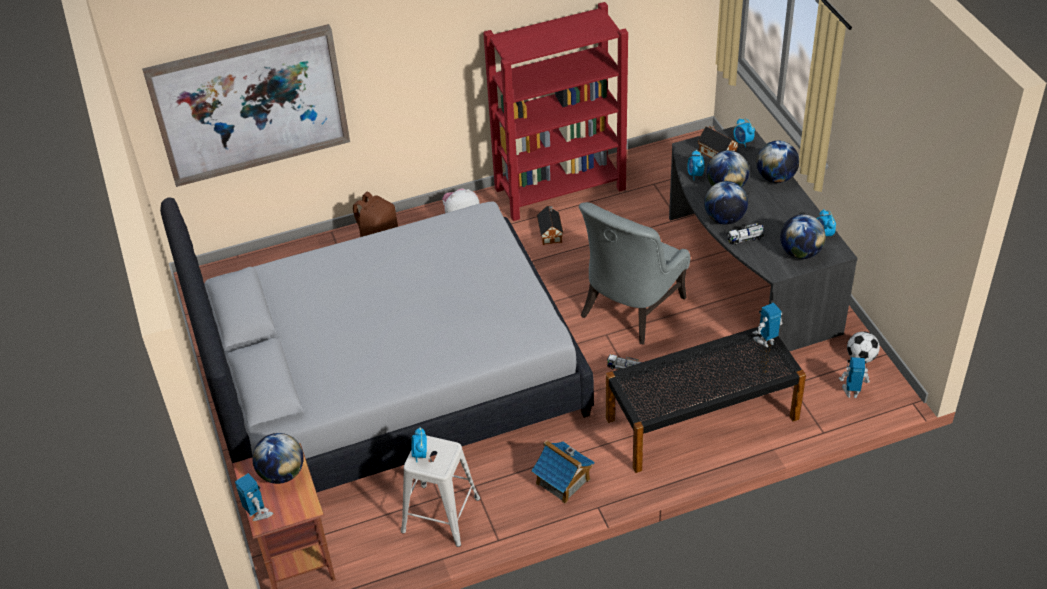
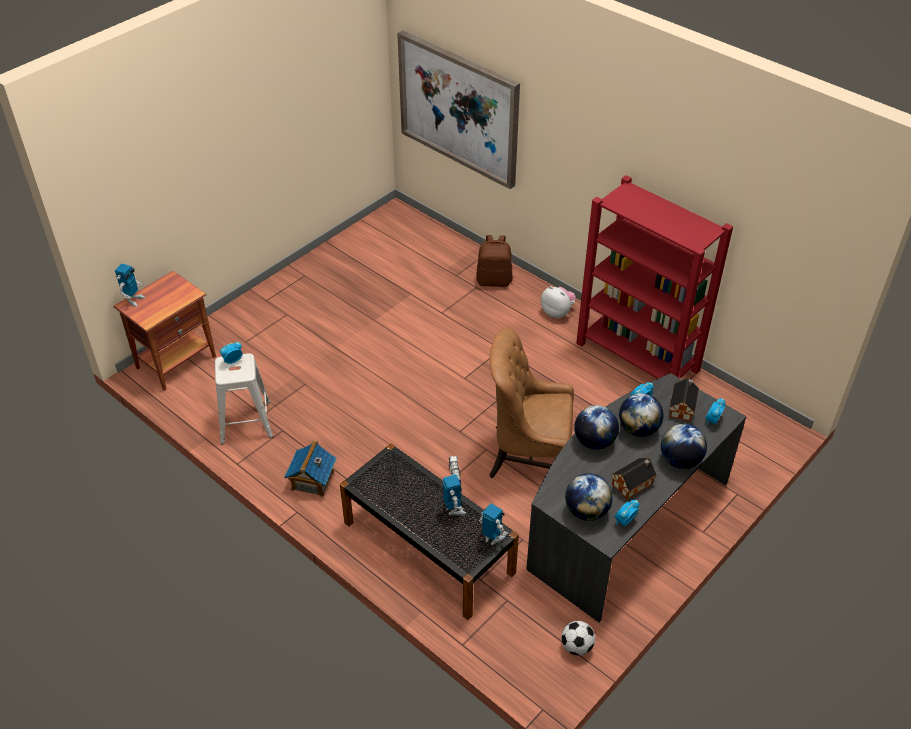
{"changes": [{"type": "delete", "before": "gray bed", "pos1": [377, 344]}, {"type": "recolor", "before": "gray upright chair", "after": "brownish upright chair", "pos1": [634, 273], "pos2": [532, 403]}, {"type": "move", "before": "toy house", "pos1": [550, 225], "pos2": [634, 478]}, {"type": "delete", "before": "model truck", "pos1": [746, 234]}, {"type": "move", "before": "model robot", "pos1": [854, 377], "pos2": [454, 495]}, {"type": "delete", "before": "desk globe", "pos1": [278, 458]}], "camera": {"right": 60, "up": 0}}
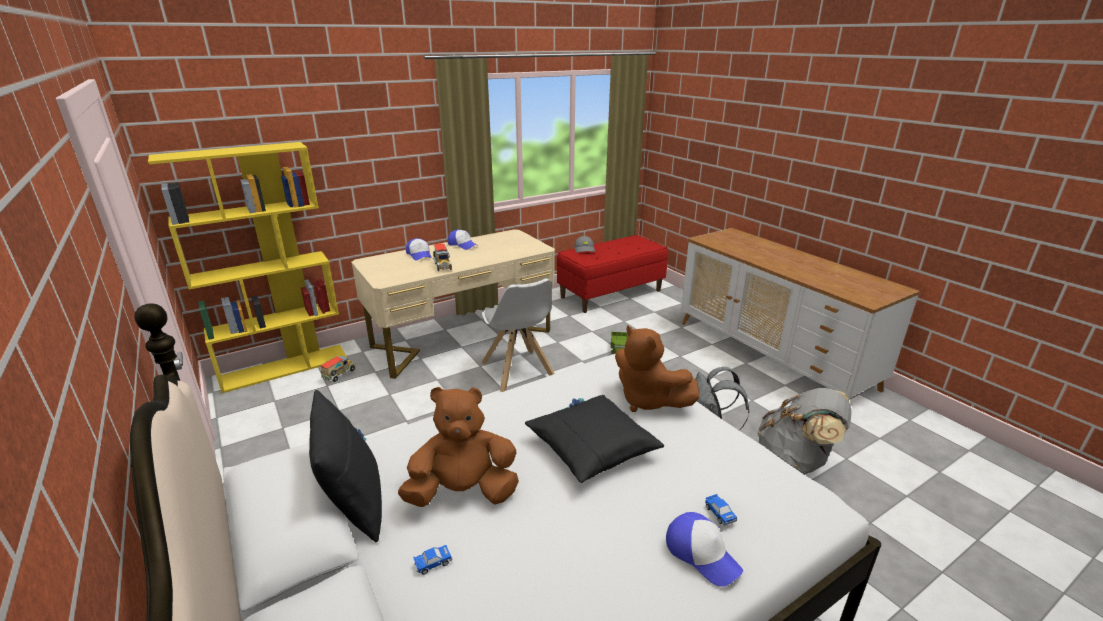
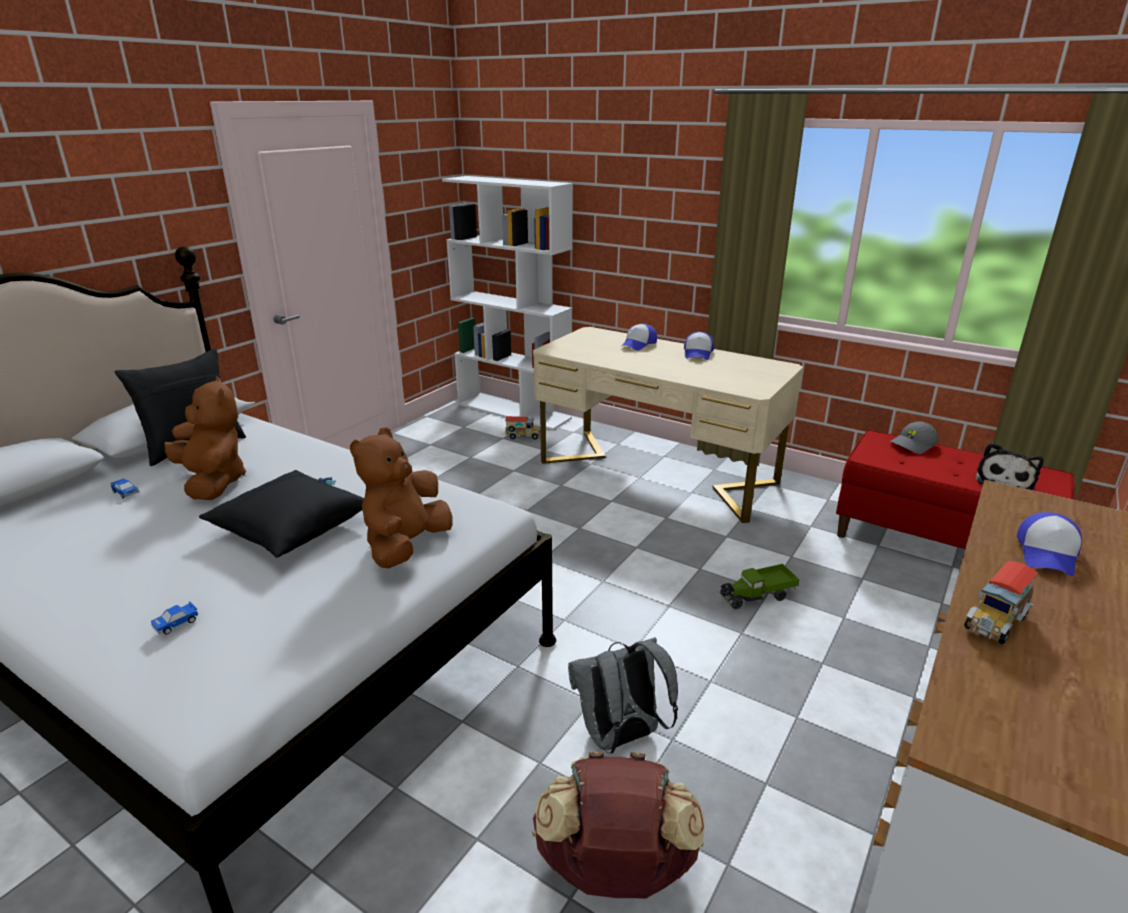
{"changes": [{"type": "recolor", "before": "yellow shelving unit", "after": "white shelving unit", "pos1": [247, 267], "pos2": [507, 303]}, {"type": "move", "before": "model truck", "pos1": [442, 257], "pos2": [1001, 602]}, {"type": "delete", "before": "upright chair", "pos1": [518, 335]}, {"type": "recolor", "before": "gray backpack", "after": "brownish backpack", "pos1": [804, 431], "pos2": [618, 825]}, {"type": "move", "before": "peaked cap", "pos1": [704, 549], "pos2": [1049, 544]}, {"type": "insert", "after": "cuddly toy", "pos2": [1010, 467]}], "camera": {"right": 65, "up": 0}}
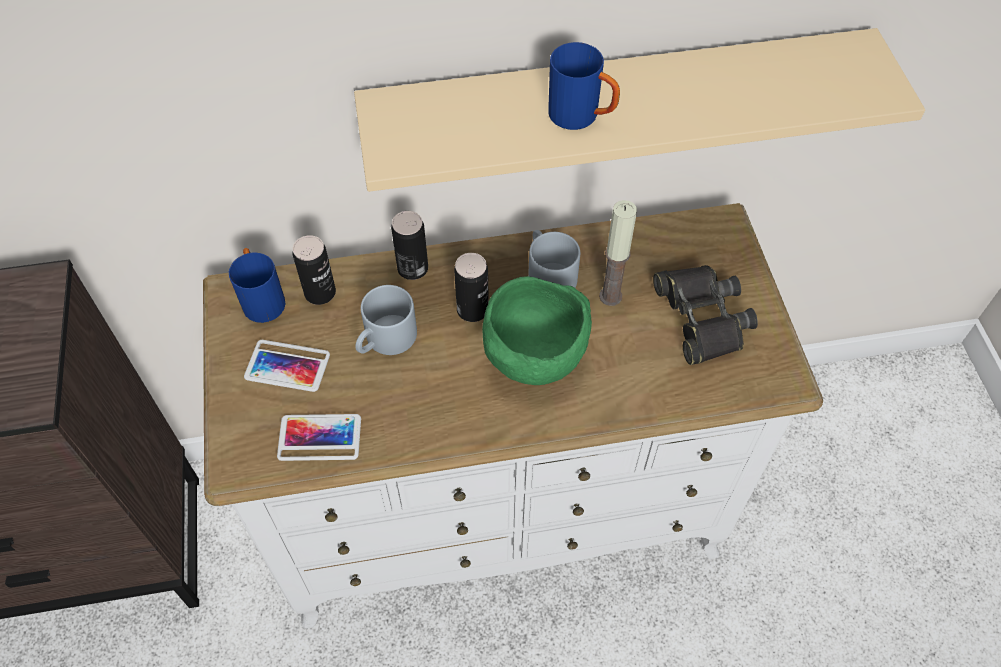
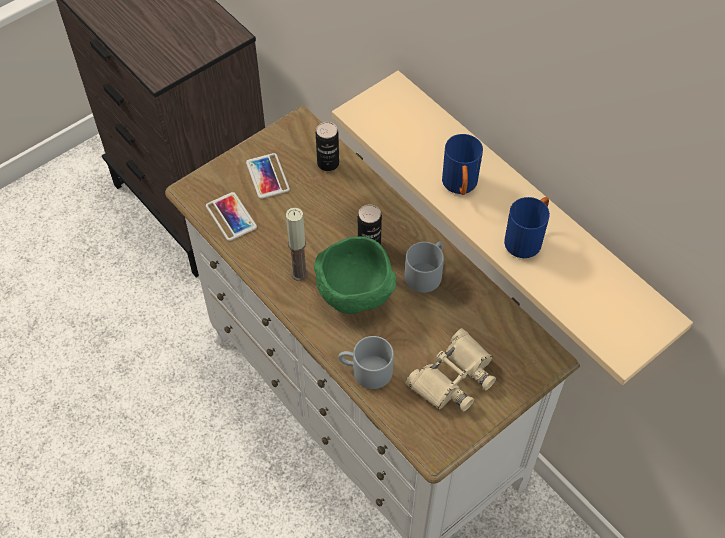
{"changes": [{"type": "move", "before": "candle", "pos1": [618, 253], "pos2": [297, 244]}, {"type": "delete", "before": "metal can", "pos1": [409, 245]}, {"type": "move", "before": "blue tea mug", "pos1": [257, 285], "pos2": [527, 227]}, {"type": "recolor", "before": "blackish binoculars", "after": "sand-coloured binoculars", "pos1": [705, 315], "pos2": [450, 370]}, {"type": "move", "before": "gray tea mug", "pos1": [386, 320], "pos2": [366, 362]}], "camera": {"right": 60, "up": 0}}
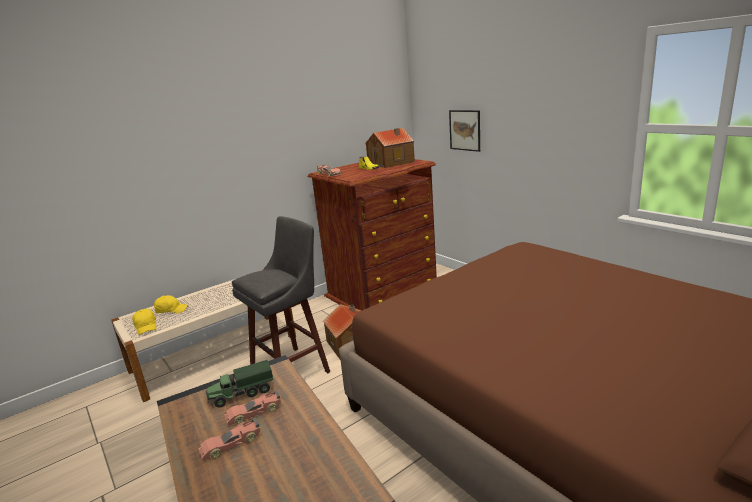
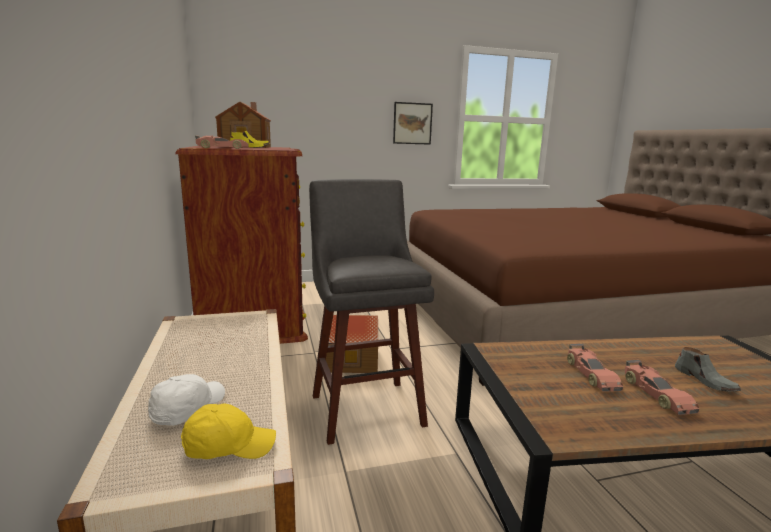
{"changes": [{"type": "move", "before": "wall picture", "pos1": [464, 131], "pos2": [413, 123]}, {"type": "recolor", "before": "yellow peaked cap", "after": "white peaked cap", "pos1": [171, 304], "pos2": [186, 400]}, {"type": "delete", "before": "model truck", "pos1": [239, 383]}, {"type": "insert", "after": "gray item of footwear", "pos2": [708, 369]}], "camera": {"right": -70, "up": -5}}
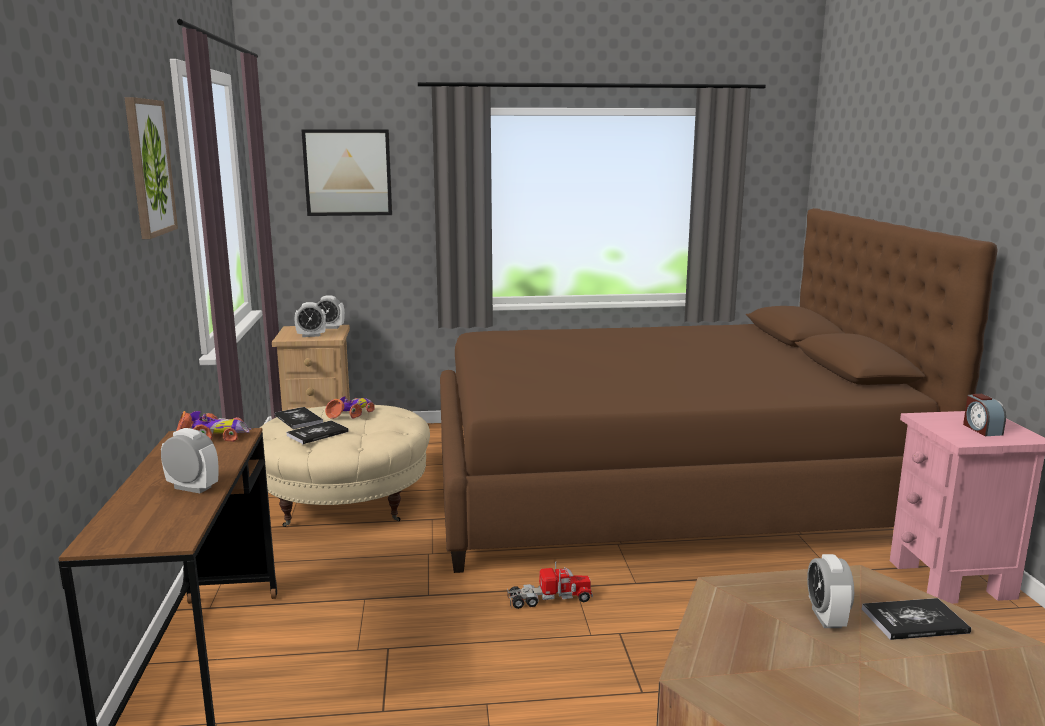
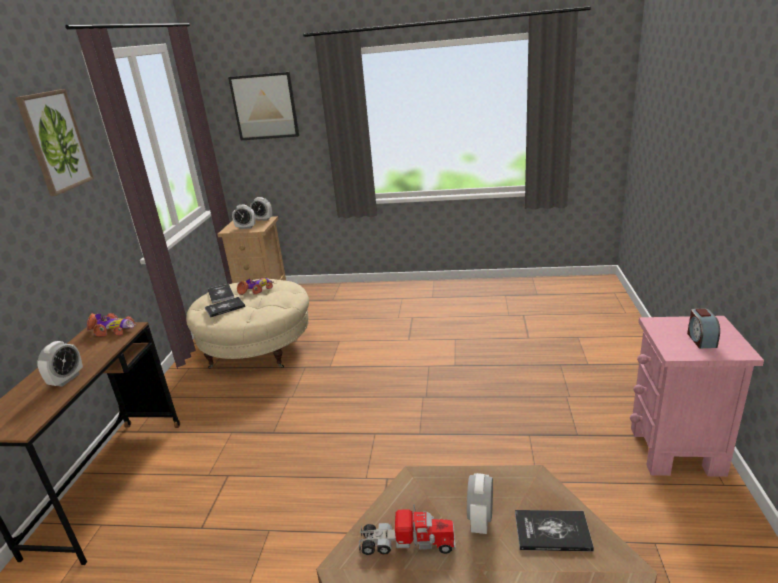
{"changes": [{"type": "delete", "before": "brownish bed", "pos1": [719, 390]}, {"type": "rotate", "before": "alarm clock", "pos1": [190, 460], "pos2": [60, 364], "turn": 75}, {"type": "move", "before": "model truck", "pos1": [550, 585], "pos2": [407, 529]}], "camera": {"right": 15, "up": 10}}
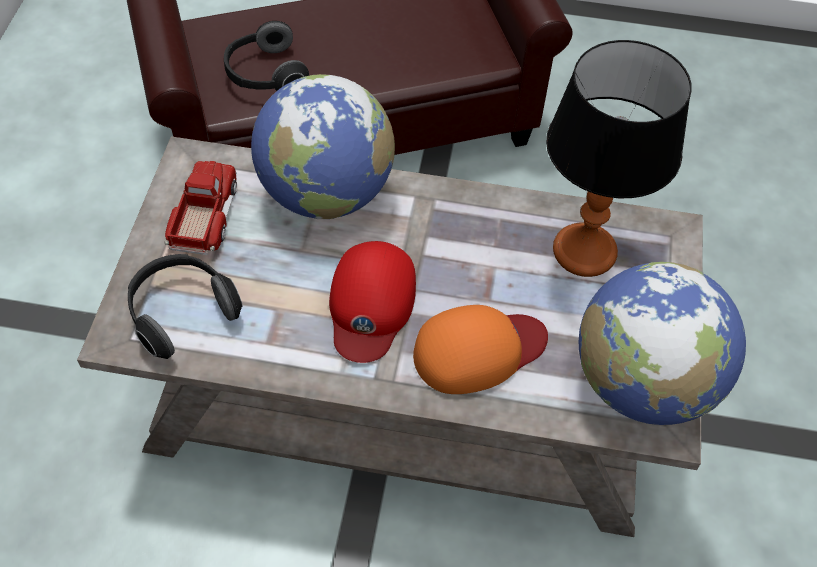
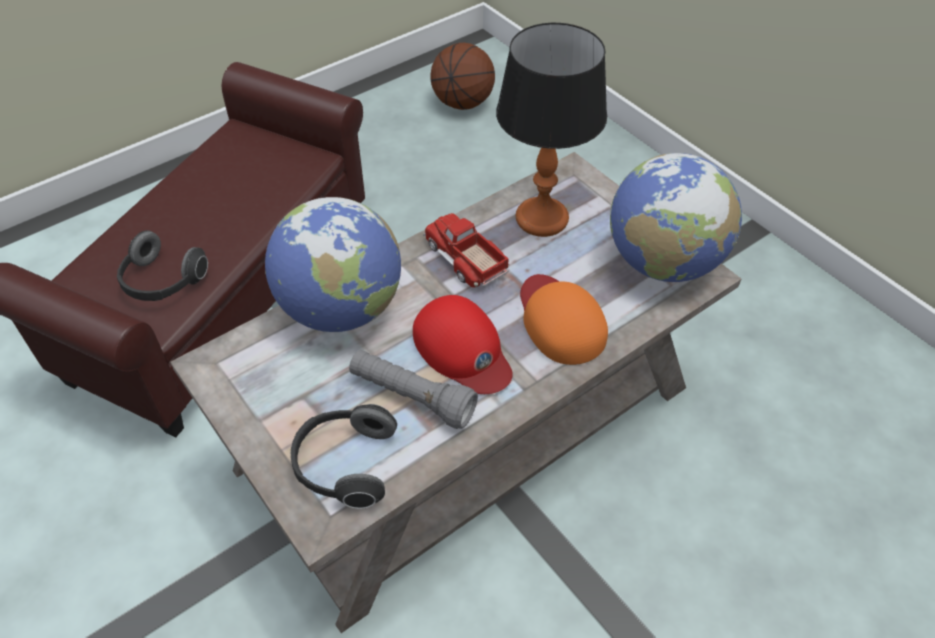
{"changes": [{"type": "move", "before": "model truck", "pos1": [201, 208], "pos2": [466, 250]}, {"type": "rotate", "before": "orange peaked cap", "pos1": [480, 349], "pos2": [564, 319], "turn": -45}, {"type": "insert", "after": "basketball ball", "pos2": [462, 76]}, {"type": "insert", "after": "gray flashlight", "pos2": [413, 389]}], "camera": {"right": -45, "up": -5}}
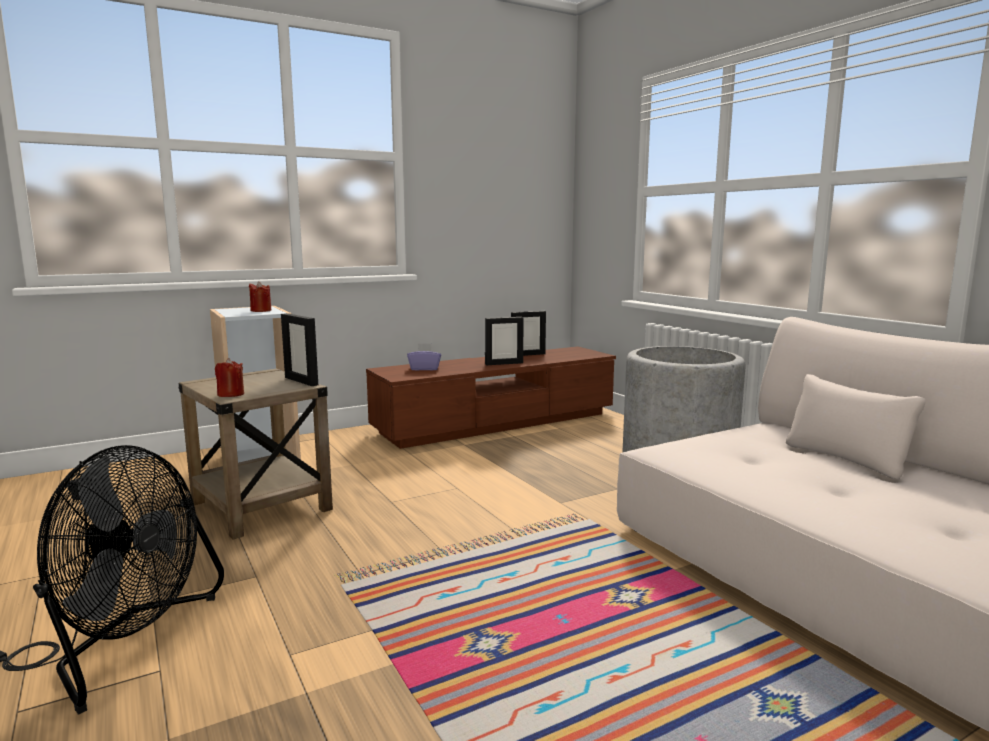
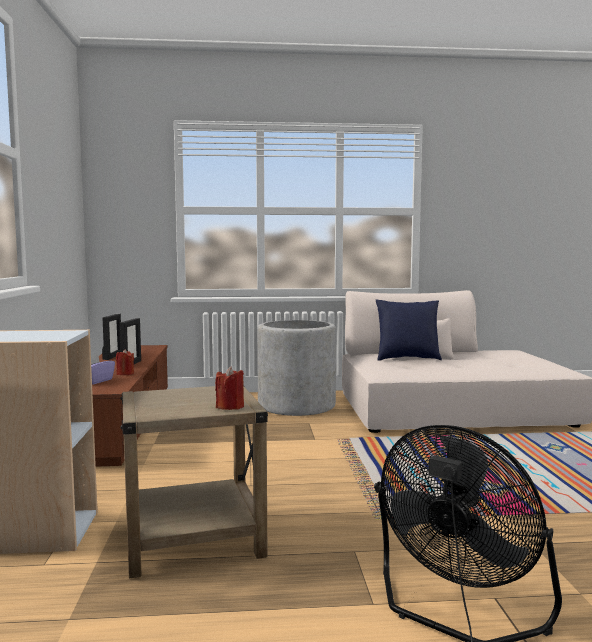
{"changes": [{"type": "move", "before": "red-coloured candle", "pos1": [260, 296], "pos2": [125, 362]}, {"type": "delete", "before": "picture frame", "pos1": [299, 349]}, {"type": "insert", "after": "blue cushion", "pos2": [409, 330]}], "camera": {"right": -65, "up": -5}}
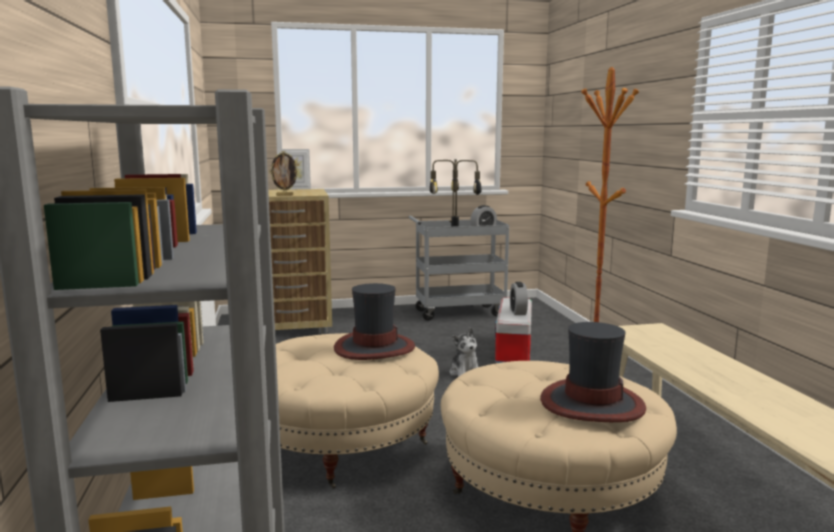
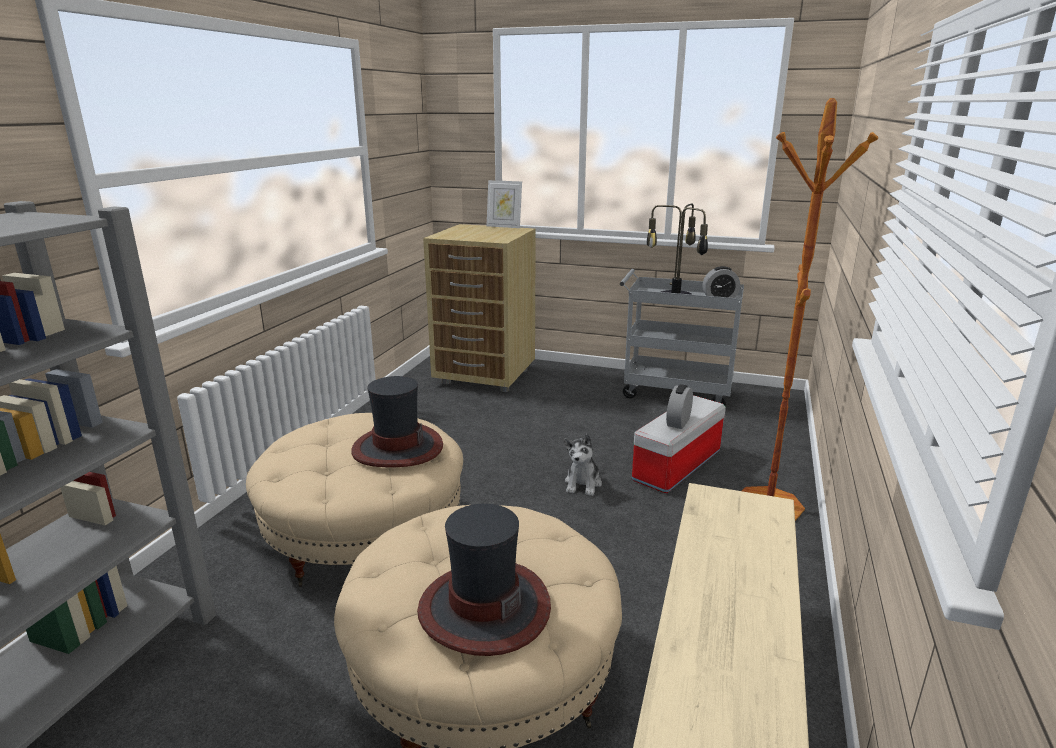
{"changes": [{"type": "delete", "before": "picture frame", "pos1": [284, 173]}], "camera": {"right": 30, "up": 10}}
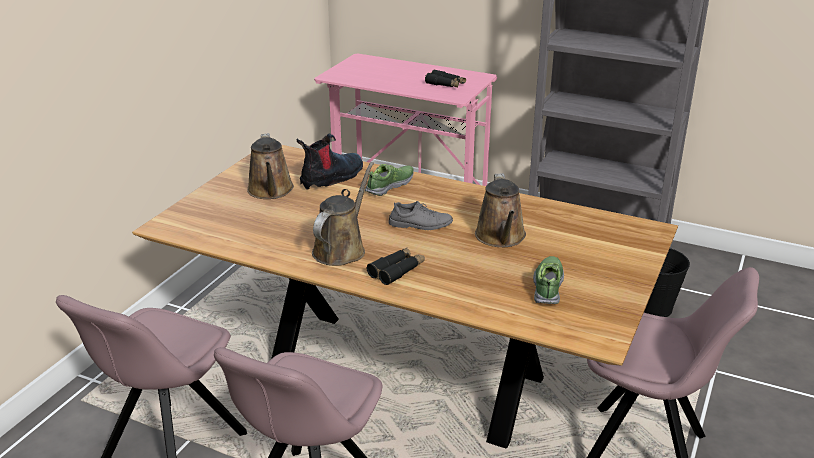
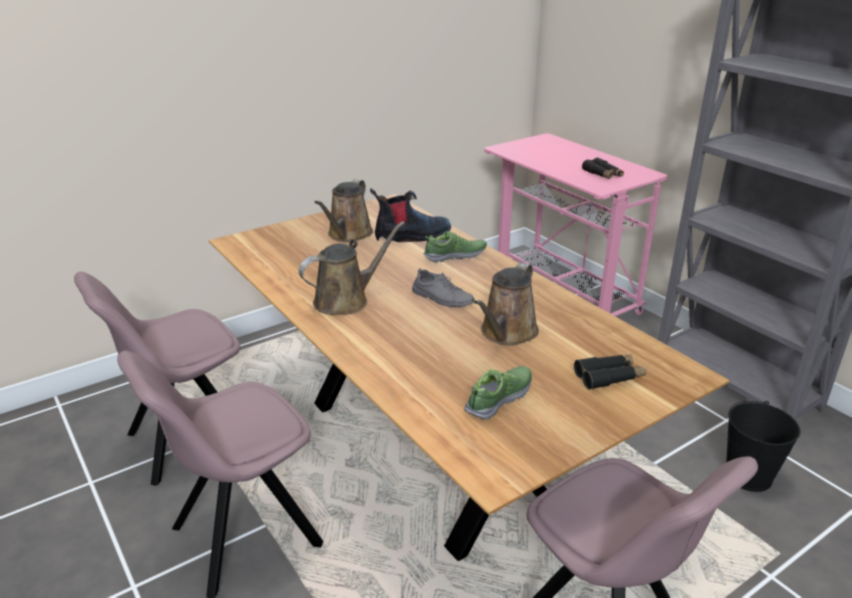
{"changes": [{"type": "move", "before": "blackish binoculars", "pos1": [396, 266], "pos2": [610, 372]}], "camera": {"right": 30, "up": 0}}
